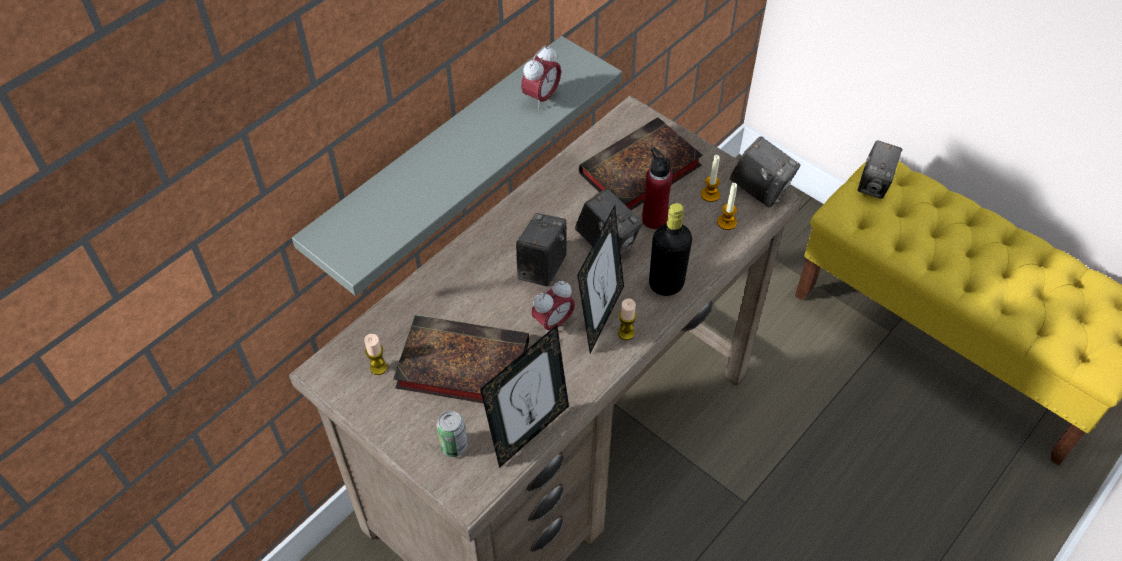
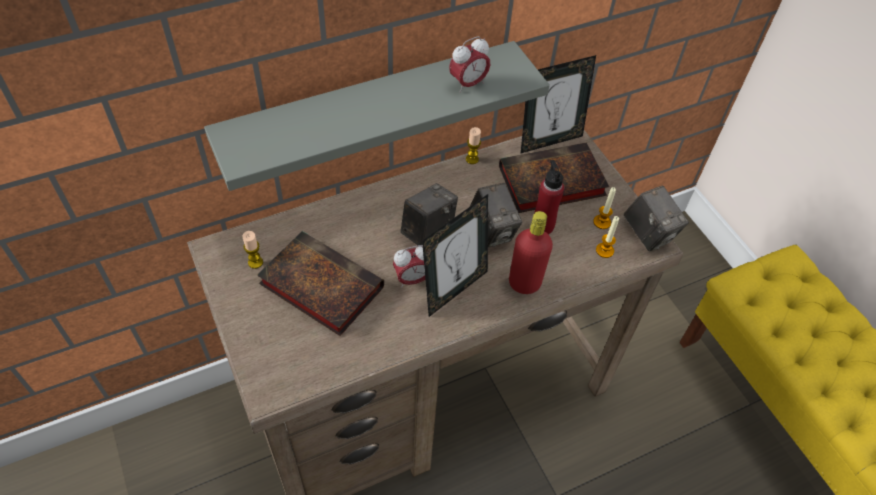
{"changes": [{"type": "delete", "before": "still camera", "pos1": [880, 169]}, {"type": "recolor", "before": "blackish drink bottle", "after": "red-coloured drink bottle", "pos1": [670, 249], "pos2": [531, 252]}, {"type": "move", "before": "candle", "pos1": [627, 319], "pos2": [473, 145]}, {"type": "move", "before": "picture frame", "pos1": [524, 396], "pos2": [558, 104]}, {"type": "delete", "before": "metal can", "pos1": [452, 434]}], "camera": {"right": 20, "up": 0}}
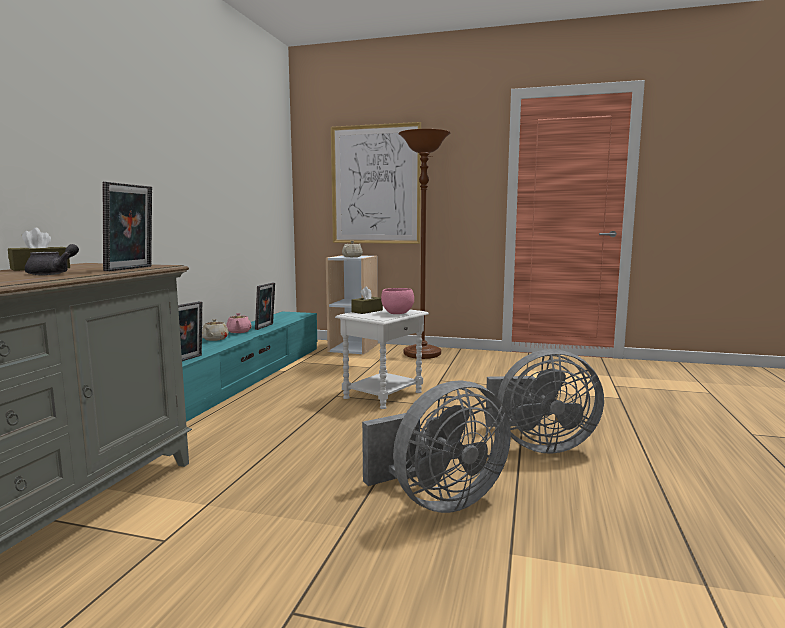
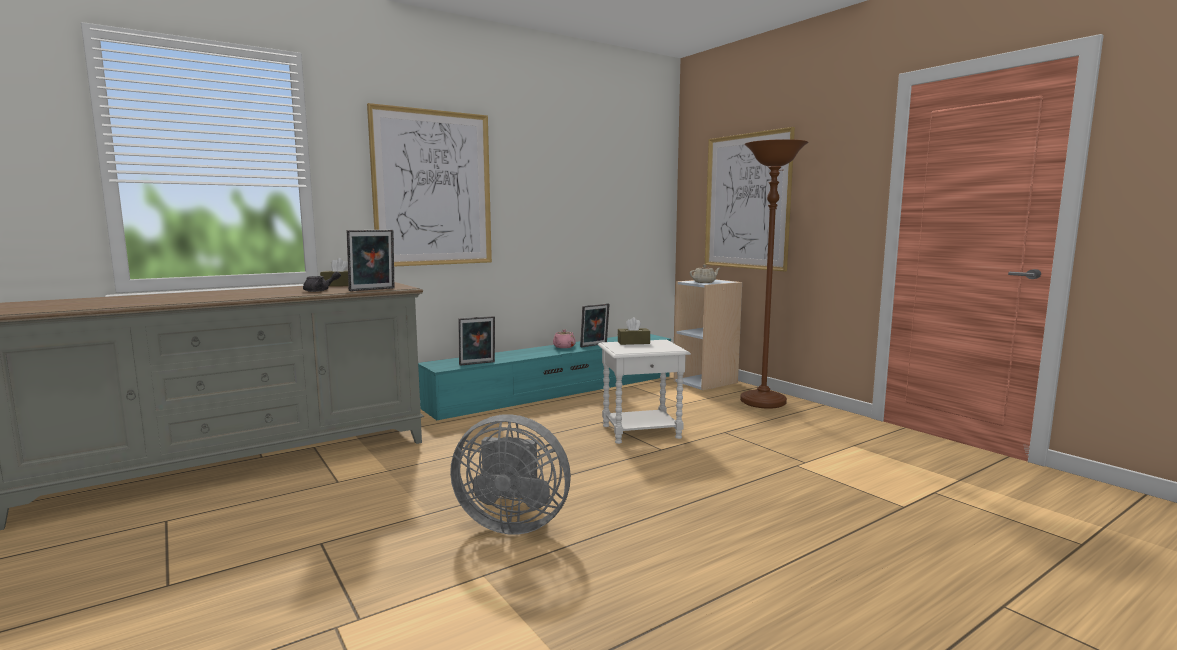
{"changes": [{"type": "delete", "before": "pink-coloured bowl", "pos1": [397, 301]}, {"type": "delete", "before": "sand-coloured pot for tea", "pos1": [215, 330]}, {"type": "delete", "before": "gray fan", "pos1": [544, 401]}, {"type": "insert", "after": "wall picture", "pos2": [429, 185]}], "camera": {"right": 40, "up": 0}}
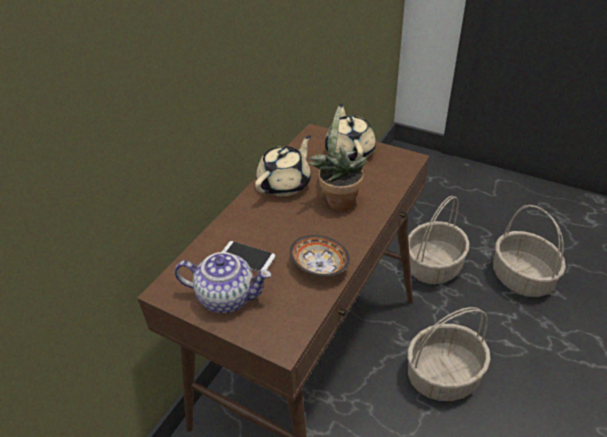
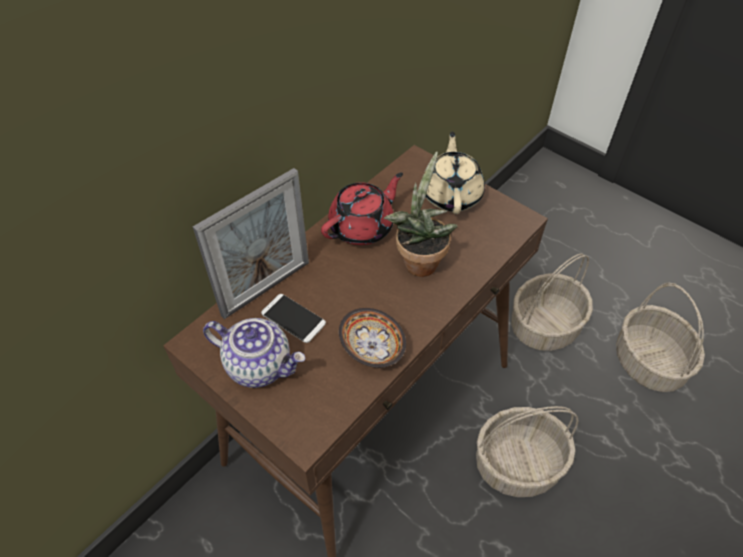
{"changes": [{"type": "recolor", "before": "sand-coloured pot for tea", "after": "red-coloured pot for tea", "pos1": [283, 165], "pos2": [362, 208]}, {"type": "insert", "after": "picture frame", "pos2": [251, 243]}], "camera": {"right": 10, "up": 10}}
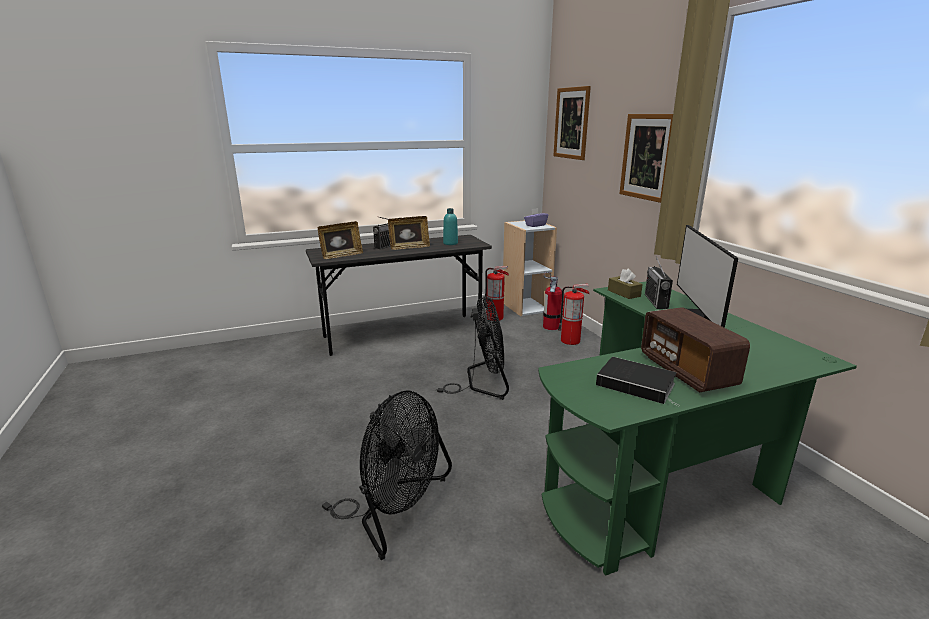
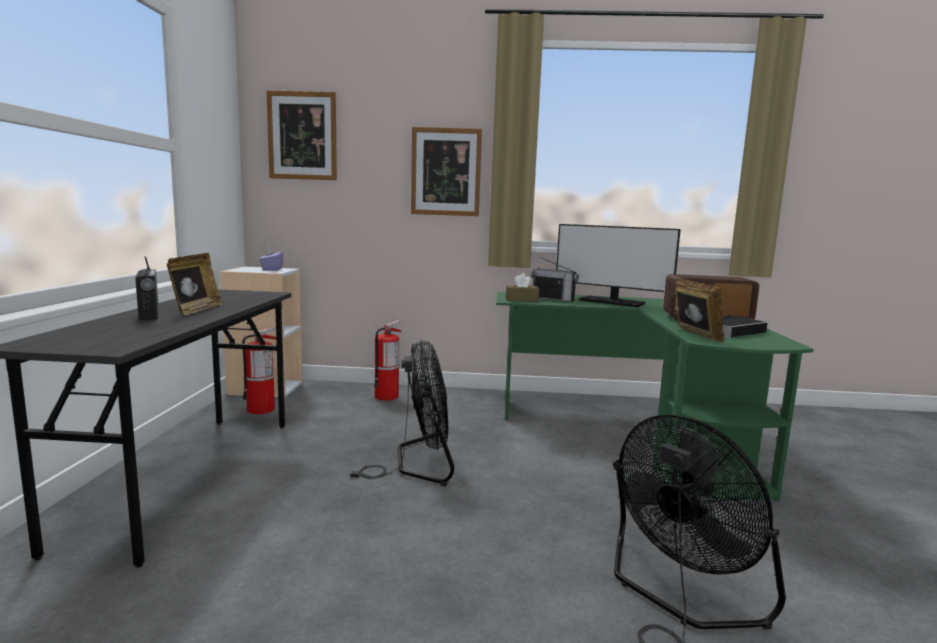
{"changes": [{"type": "delete", "before": "turquoise drink bottle", "pos1": [450, 226]}, {"type": "move", "before": "picture frame", "pos1": [340, 240], "pos2": [699, 310]}, {"type": "delete", "before": "fire-fighting cylinder", "pos1": [552, 301]}, {"type": "rotate", "before": "blackish fan", "pos1": [472, 348], "pos2": [401, 413], "turn": 60}], "camera": {"right": -65, "up": -10}}
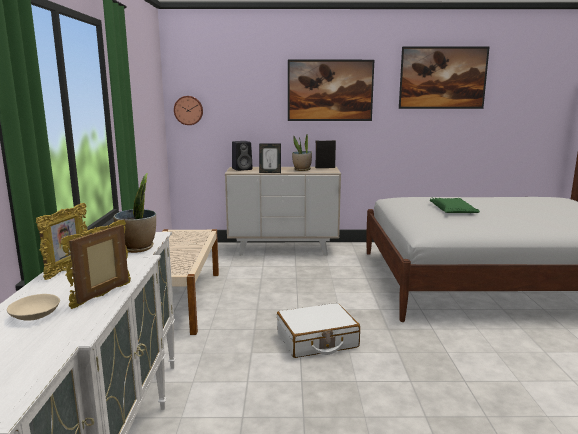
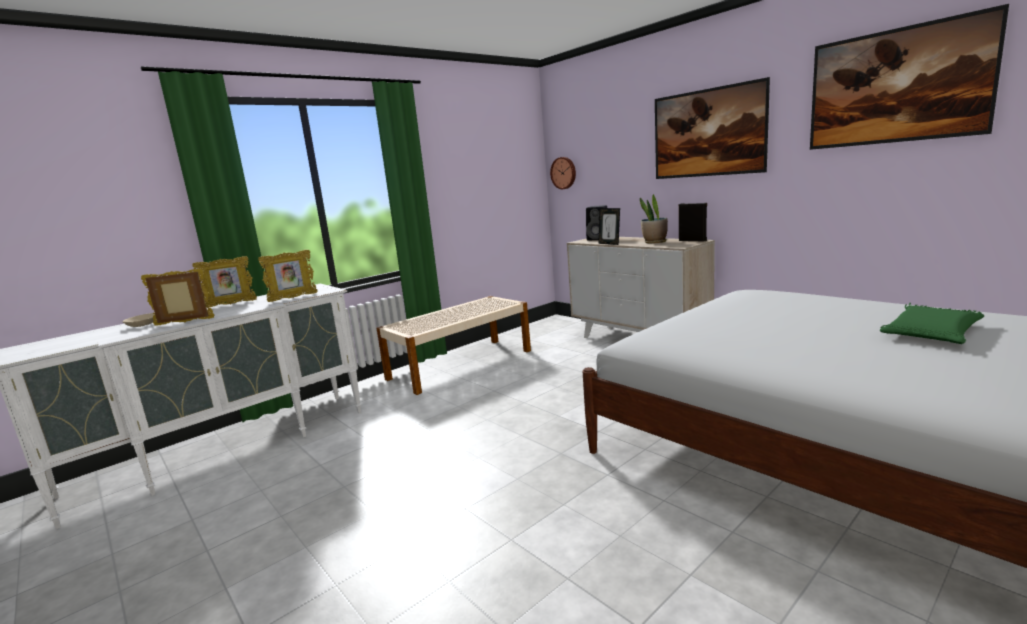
{"changes": [{"type": "replace", "before": "houseplant", "after": "picture frame", "pos1": [134, 213], "pos2": [288, 276]}, {"type": "move", "before": "greenish cushion", "pos1": [455, 205], "pos2": [932, 323]}, {"type": "delete", "before": "white piece of luggage", "pos1": [318, 330]}], "camera": {"right": 50, "up": 0}}
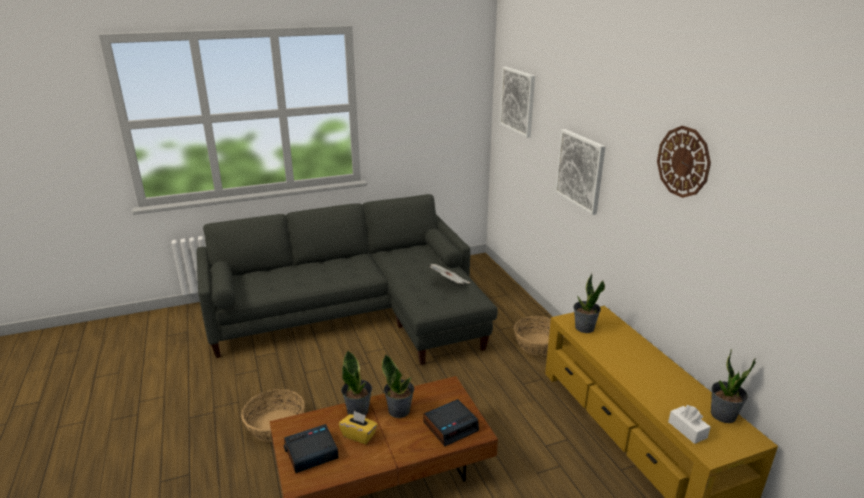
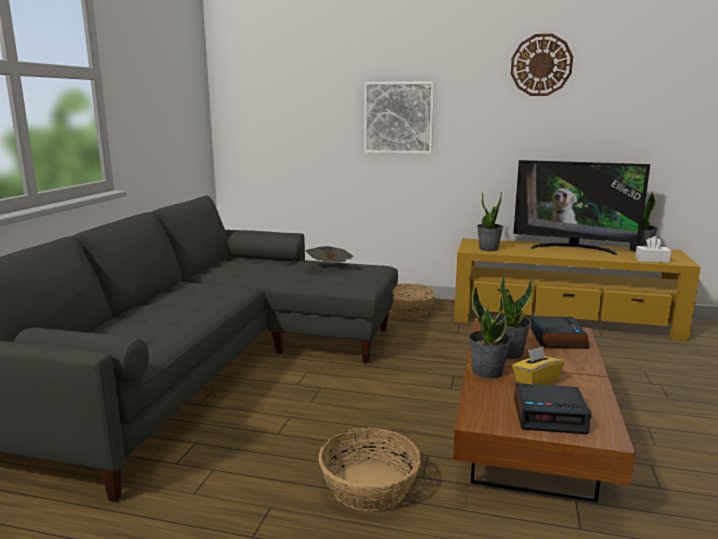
{"changes": [{"type": "delete", "before": "wall picture", "pos1": [517, 102]}, {"type": "rotate", "before": "alarm clock", "pos1": [311, 448], "pos2": [552, 408], "turn": -90}, {"type": "insert", "after": "TV", "pos2": [581, 207]}], "camera": {"right": -55, "up": -10}}
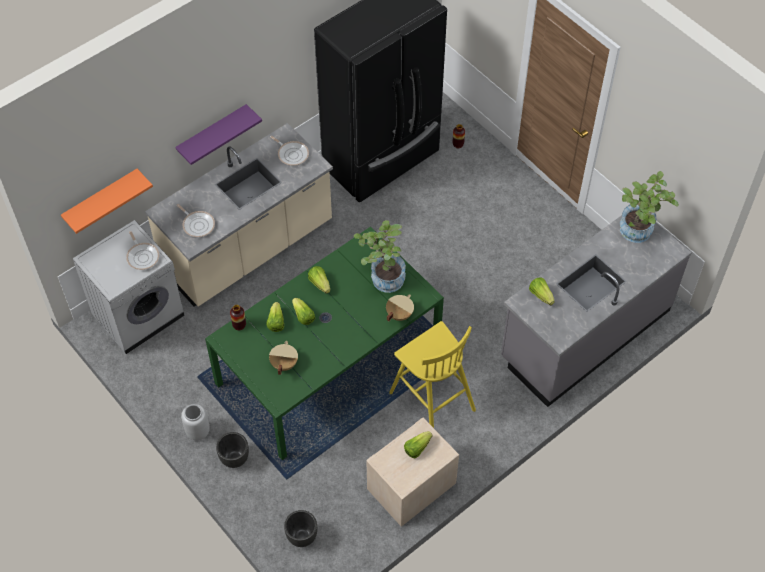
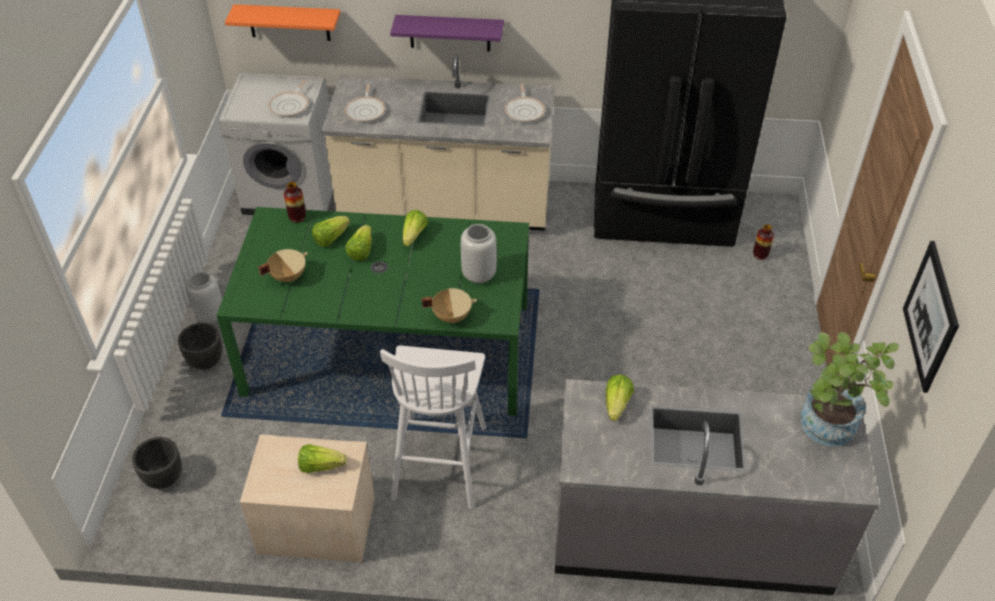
{"changes": [{"type": "replace", "before": "houseplant", "after": "gray flower vase", "pos1": [380, 256], "pos2": [479, 253]}, {"type": "recolor", "before": "yellow stool", "after": "white stool", "pos1": [432, 374], "pos2": [433, 427]}, {"type": "insert", "after": "wall picture", "pos2": [931, 317]}], "camera": {"right": 45, "up": -10}}
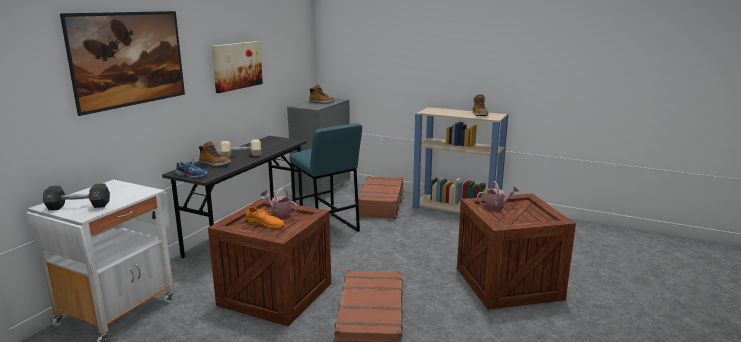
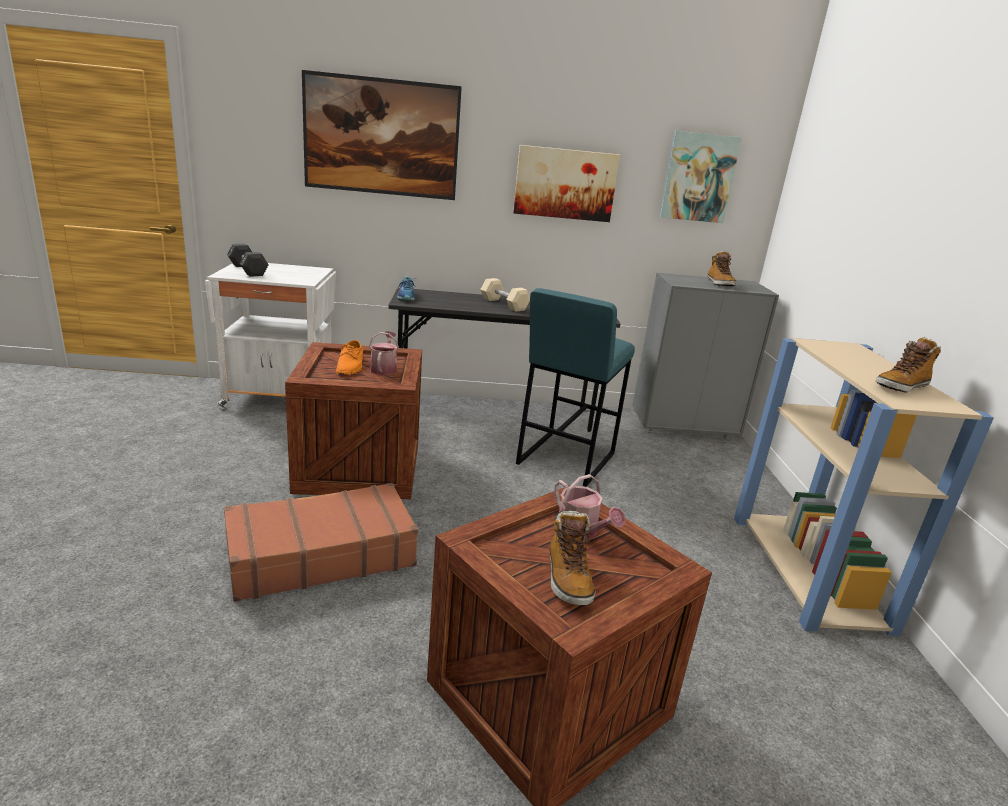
{"changes": [{"type": "move", "before": "boot", "pos1": [214, 154], "pos2": [572, 558]}, {"type": "delete", "before": "brownish piece of luggage", "pos1": [381, 197]}, {"type": "insert", "after": "wall picture", "pos2": [700, 177]}], "camera": {"right": 60, "up": 5}}
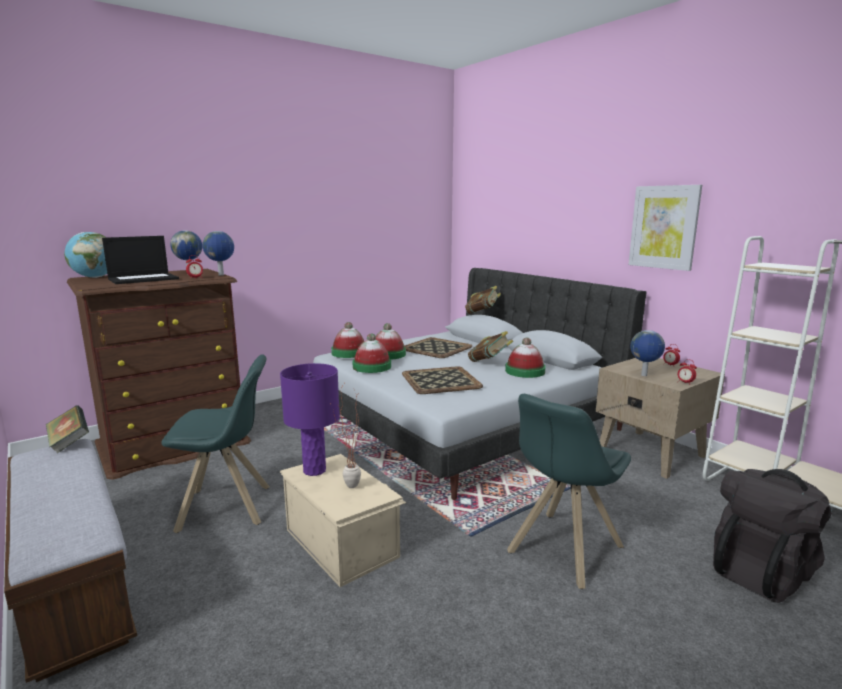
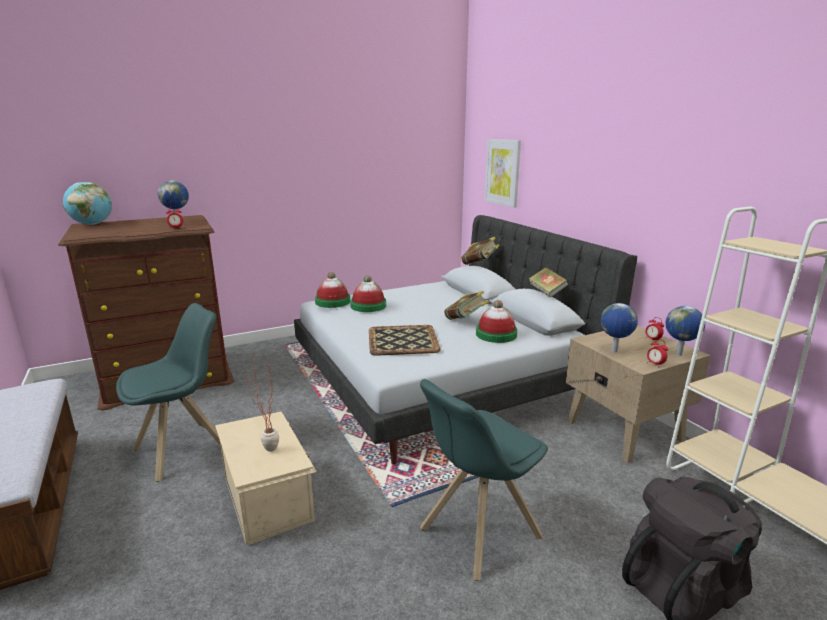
{"changes": [{"type": "move", "before": "wall picture", "pos1": [665, 228], "pos2": [503, 173]}, {"type": "move", "before": "desk globe", "pos1": [218, 253], "pos2": [685, 331]}, {"type": "delete", "before": "portable computer", "pos1": [140, 260]}, {"type": "delete", "before": "hat", "pos1": [372, 353]}, {"type": "delete", "before": "tray", "pos1": [438, 347]}, {"type": "rotate", "before": "turquoise upright chair", "pos1": [215, 443], "pos2": [168, 392], "turn": -45}, {"type": "delete", "before": "purple lamp for a table", "pos1": [310, 419]}, {"type": "move", "before": "volume", "pos1": [67, 429], "pos2": [549, 282]}], "camera": {"right": 10, "up": 5}}
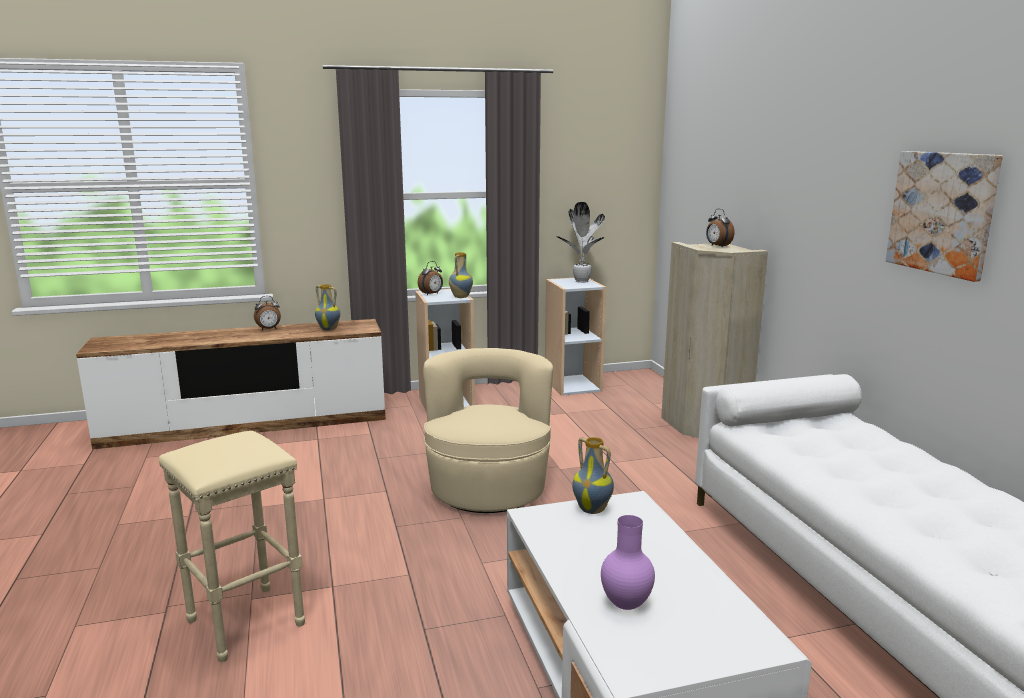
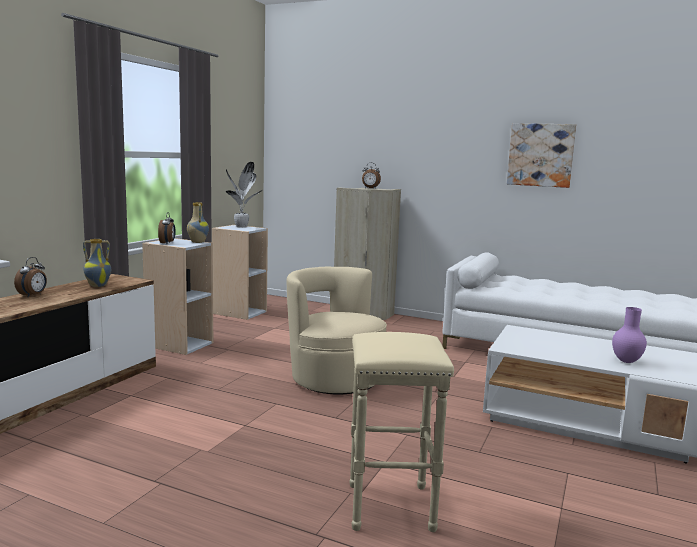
{"changes": [{"type": "delete", "before": "flower vase", "pos1": [593, 475]}], "camera": {"right": -50, "up": -5}}
